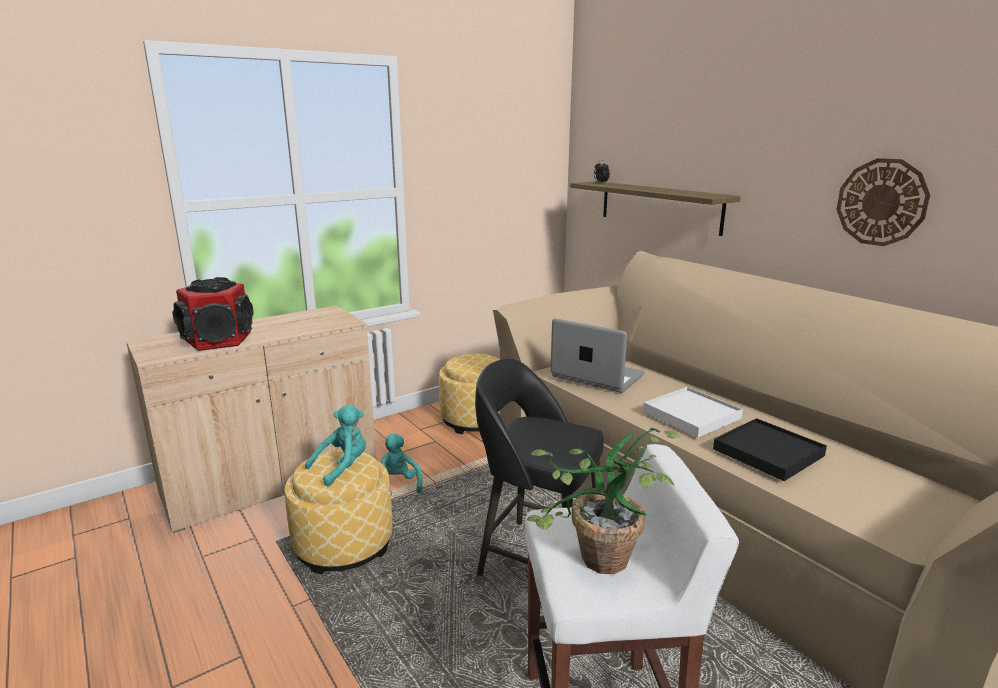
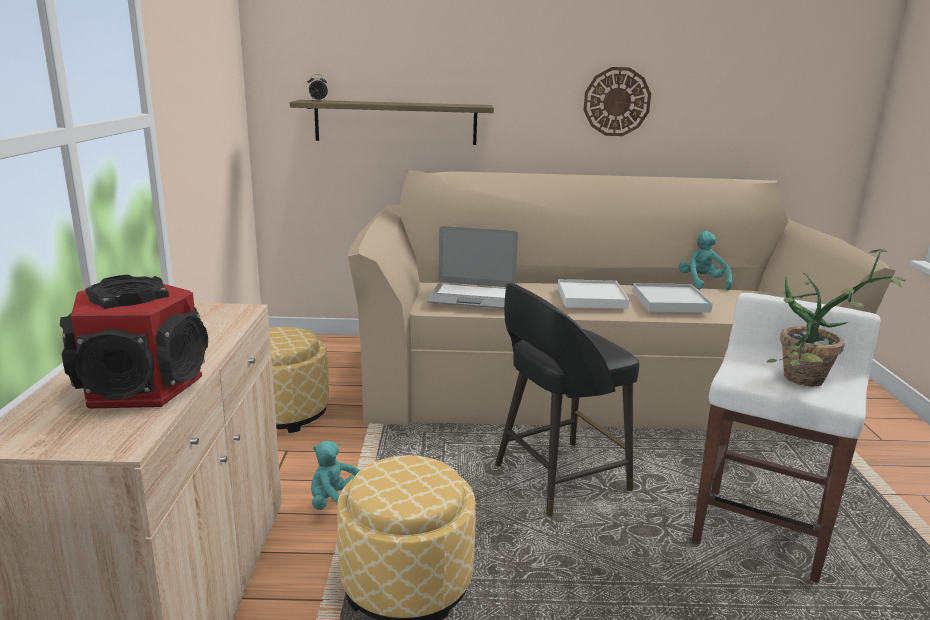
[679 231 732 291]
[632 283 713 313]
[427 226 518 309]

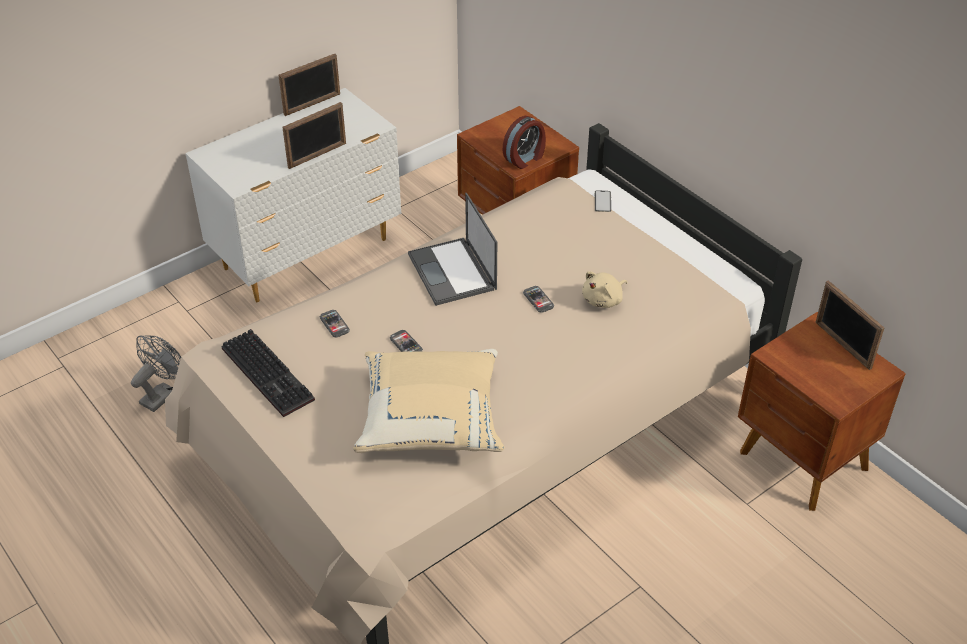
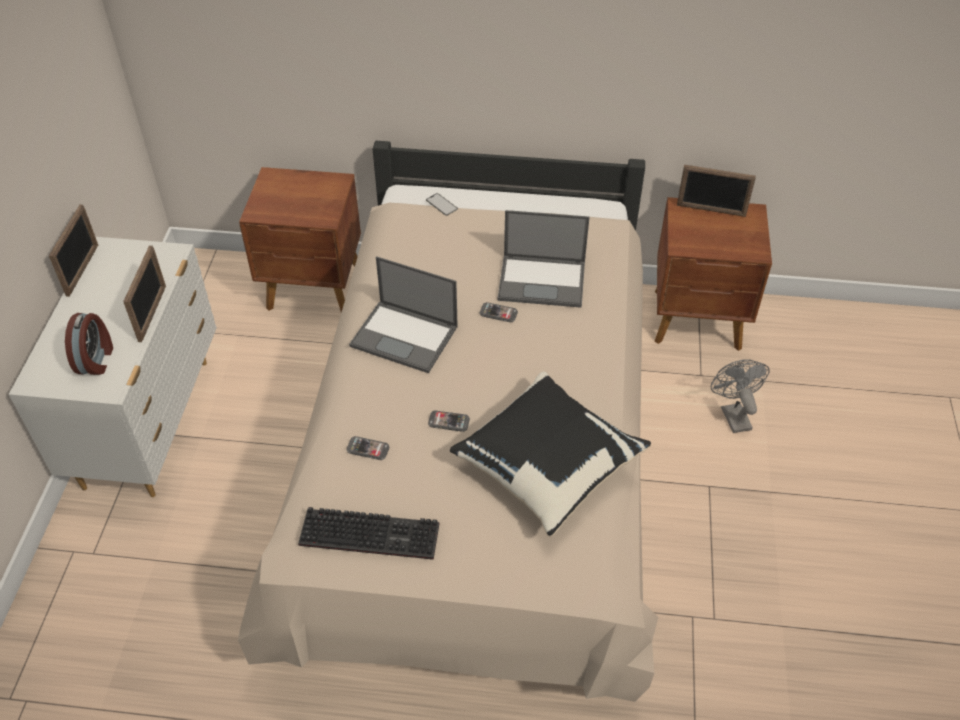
[710 359 770 433]
[65 313 113 375]
[498 210 590 308]
[450 372 651 536]

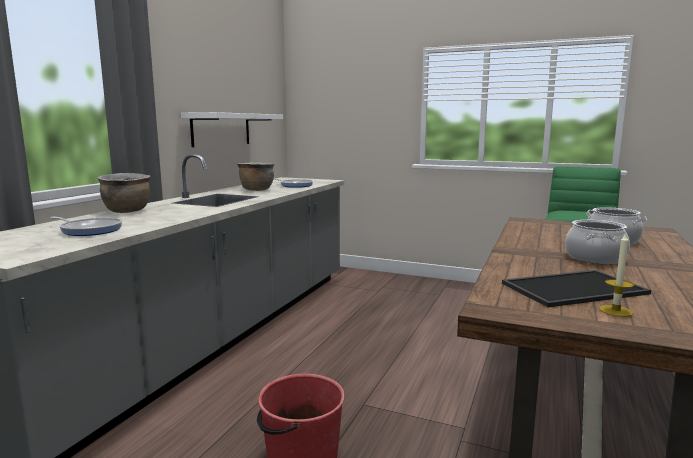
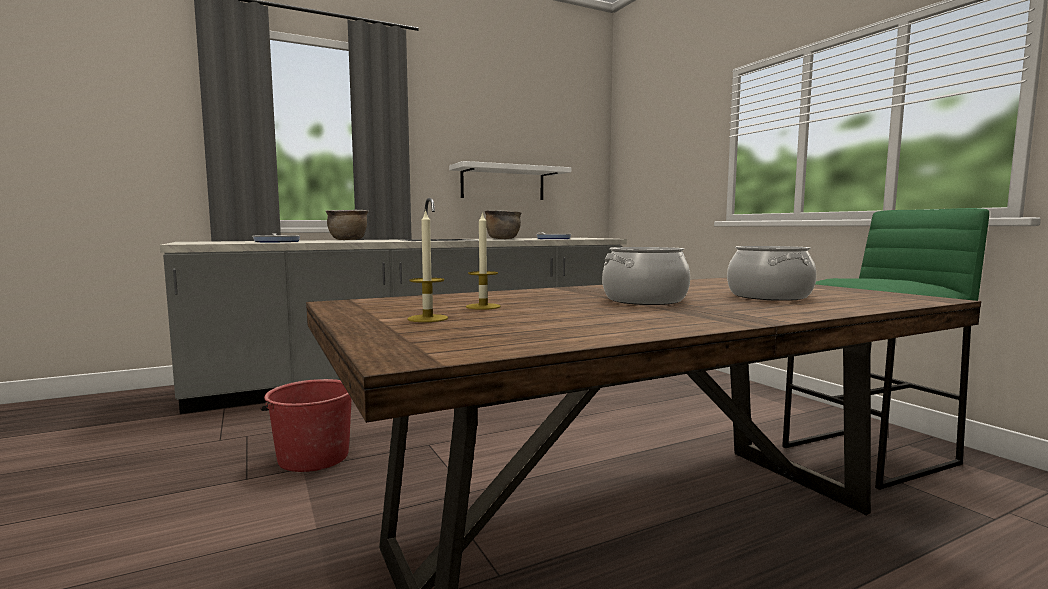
[466 211 501 310]

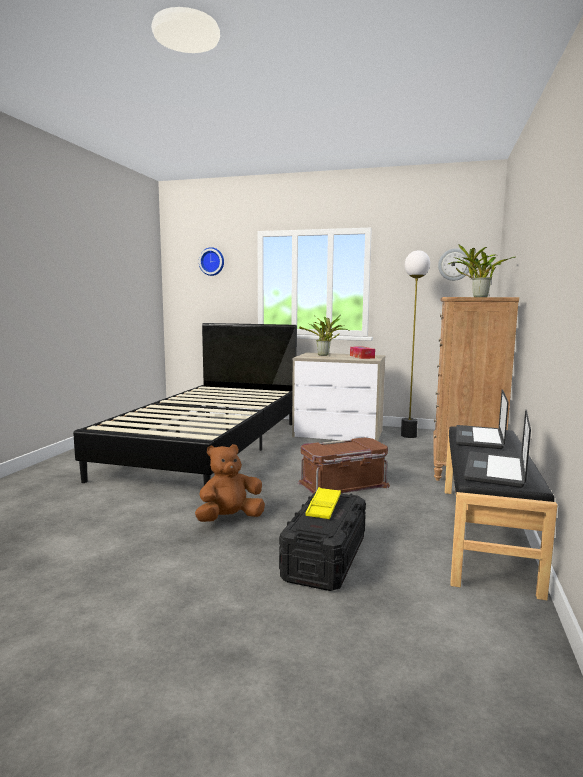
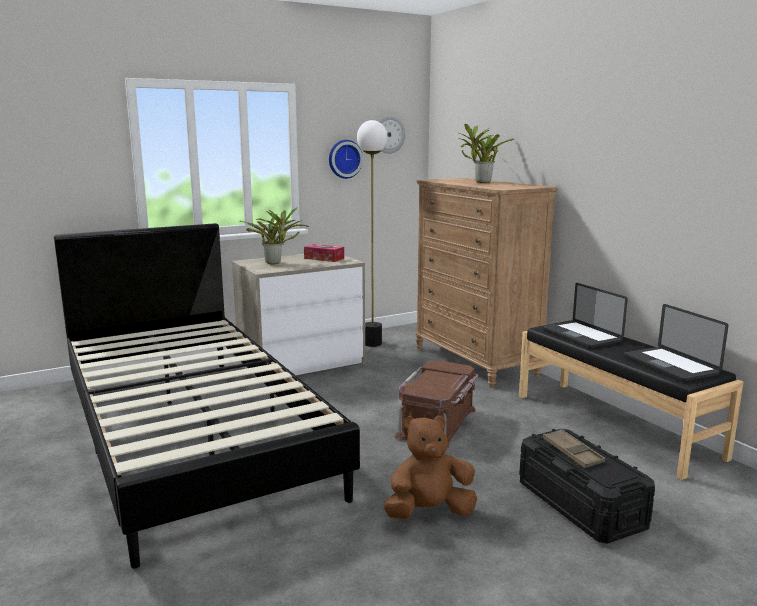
[329 140 363 179]
[542 429 605 468]
[383 415 477 519]

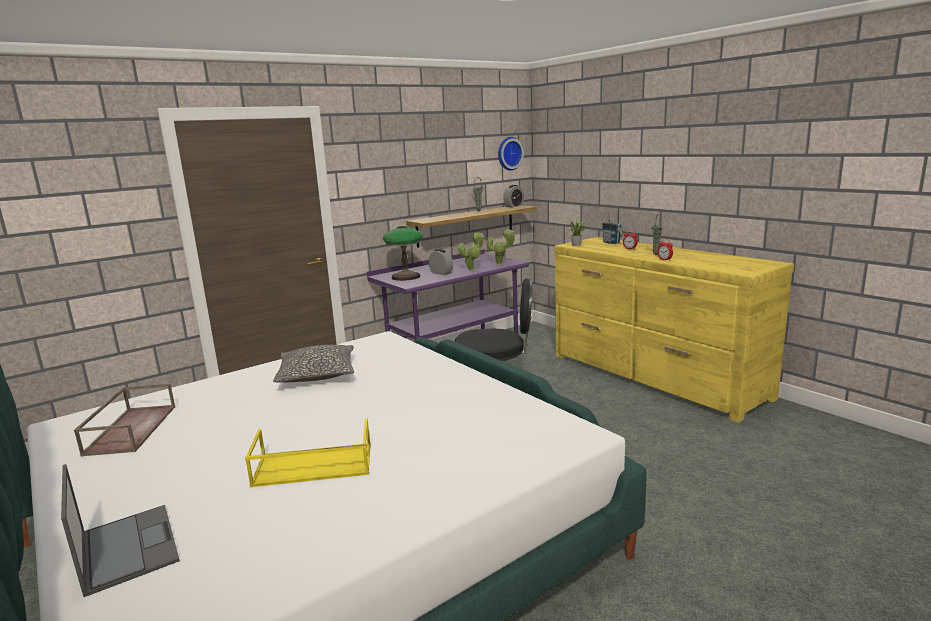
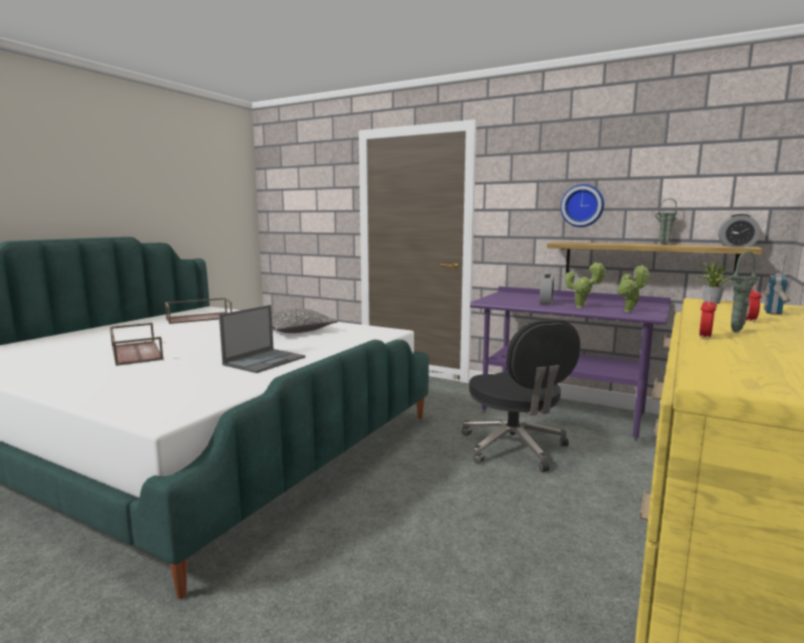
[383 226 423 281] (first image)
[219 305 306 373]
[560 184 604 227]
[110 323 164 366]

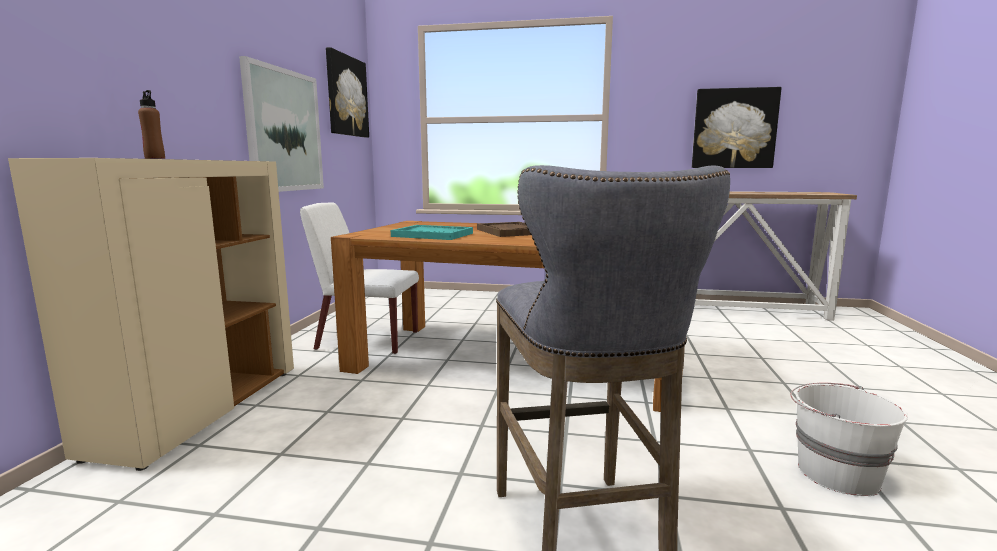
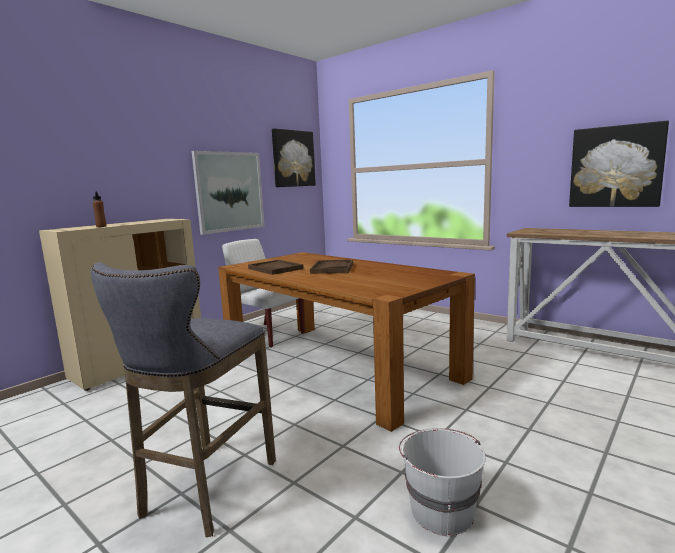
[248 260 304 275]

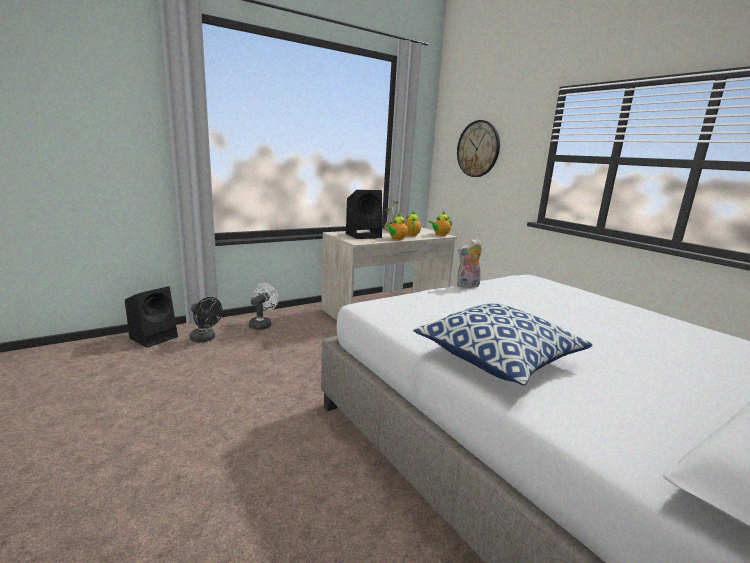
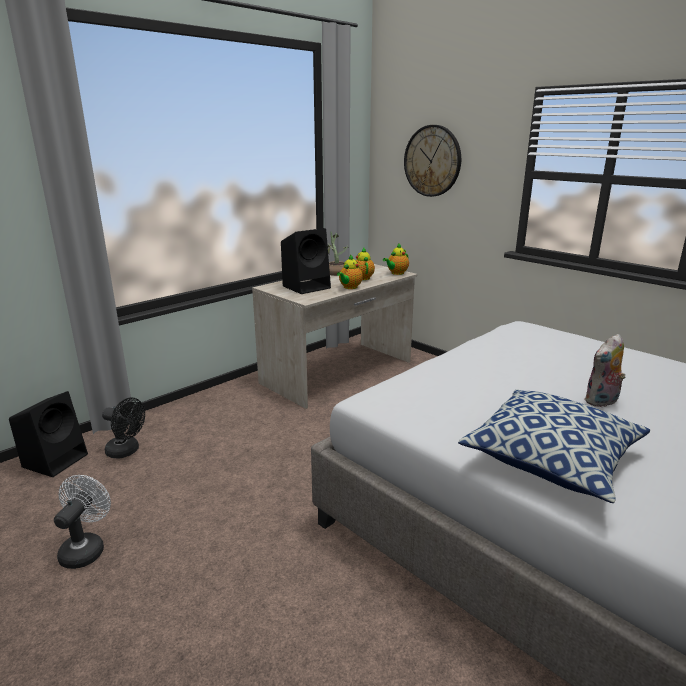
[54 475 111 569]
[584 334 626 407]

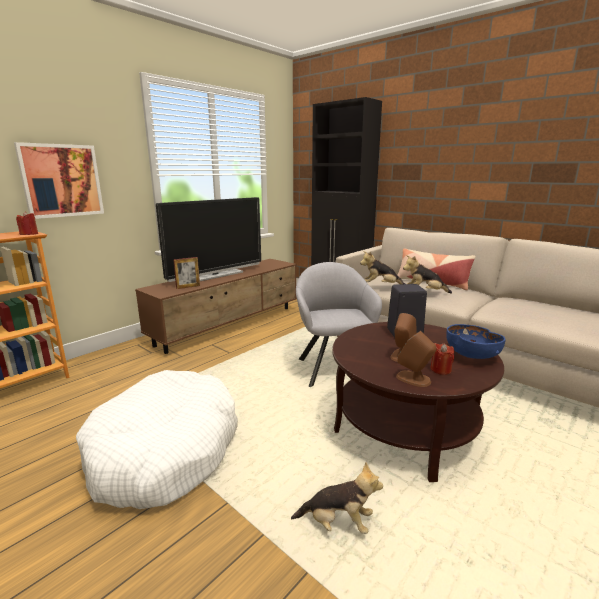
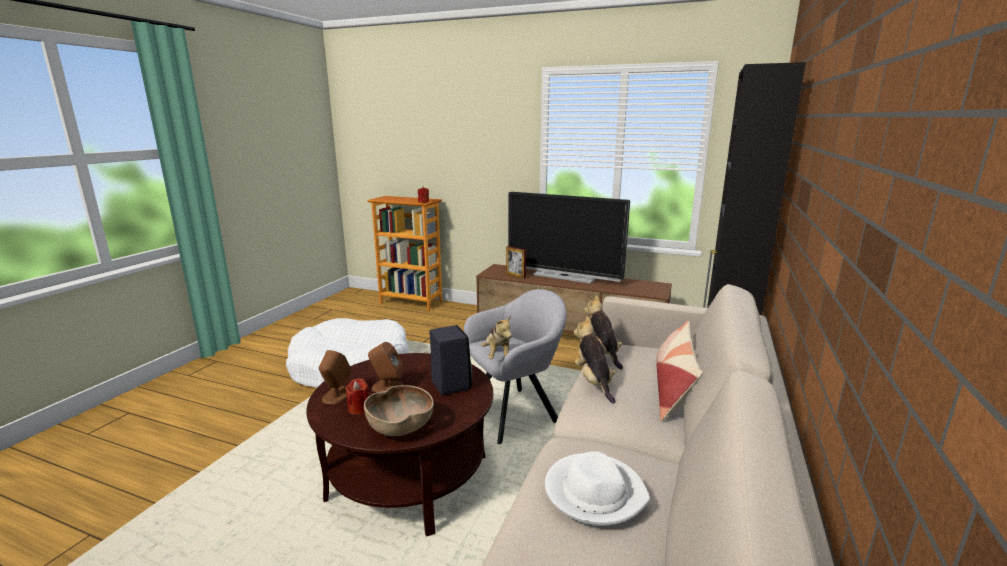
[14 142 104 219] (first image)
[545 451 650 526]
[481 315 512 359]
[364 385 434 436]

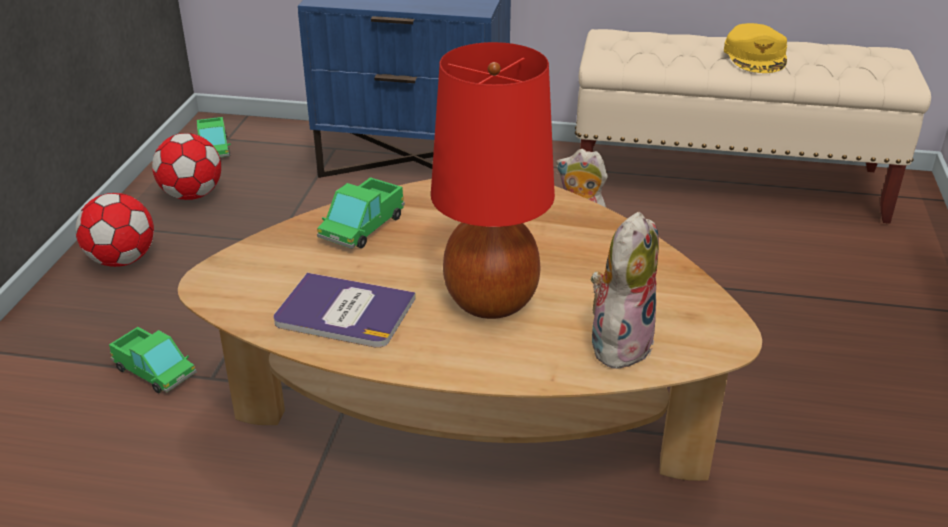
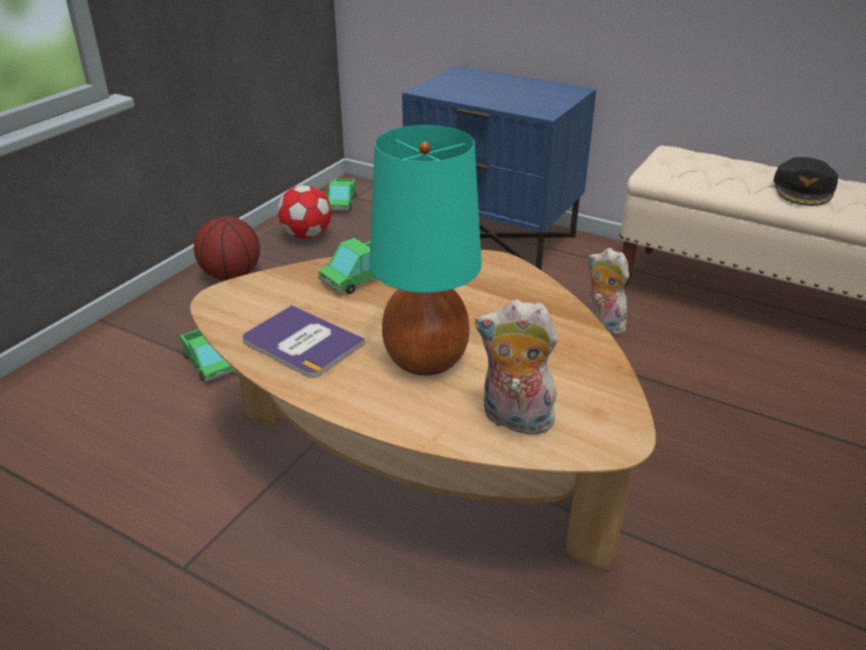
[194 216 260 280]
[369 125 482 375]
[773 157 838 206]
[475 300 558 438]

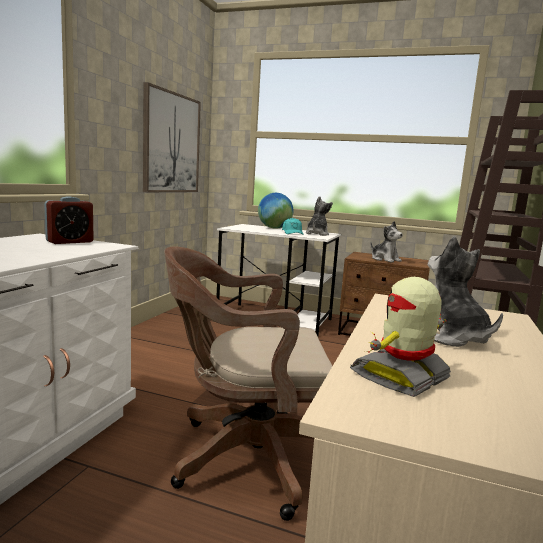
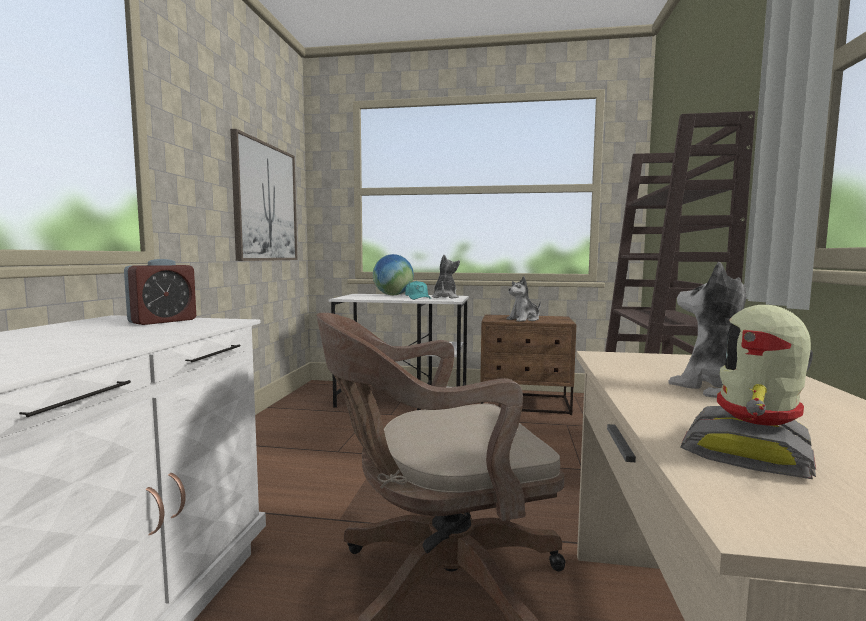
[507 276 541 321]

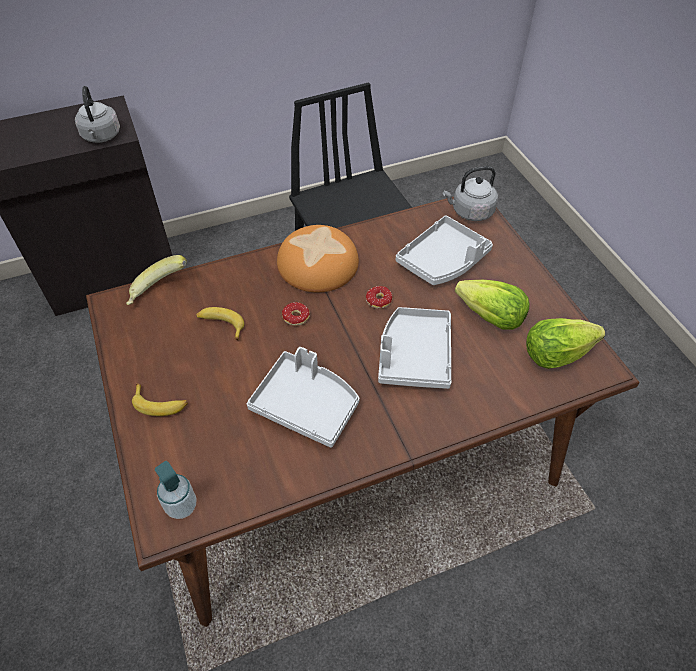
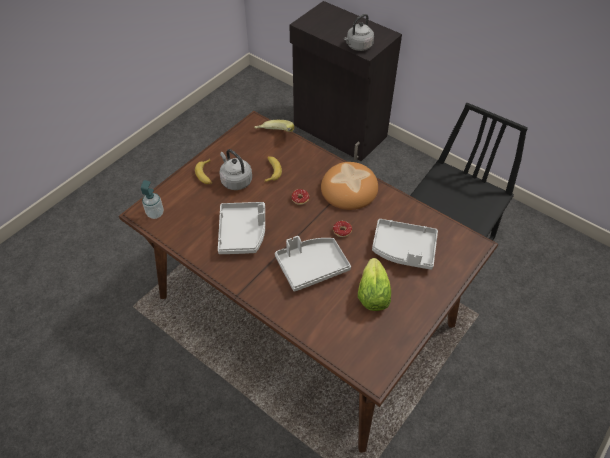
[526 318 605 369] (first image)
[219 149 252 190]

